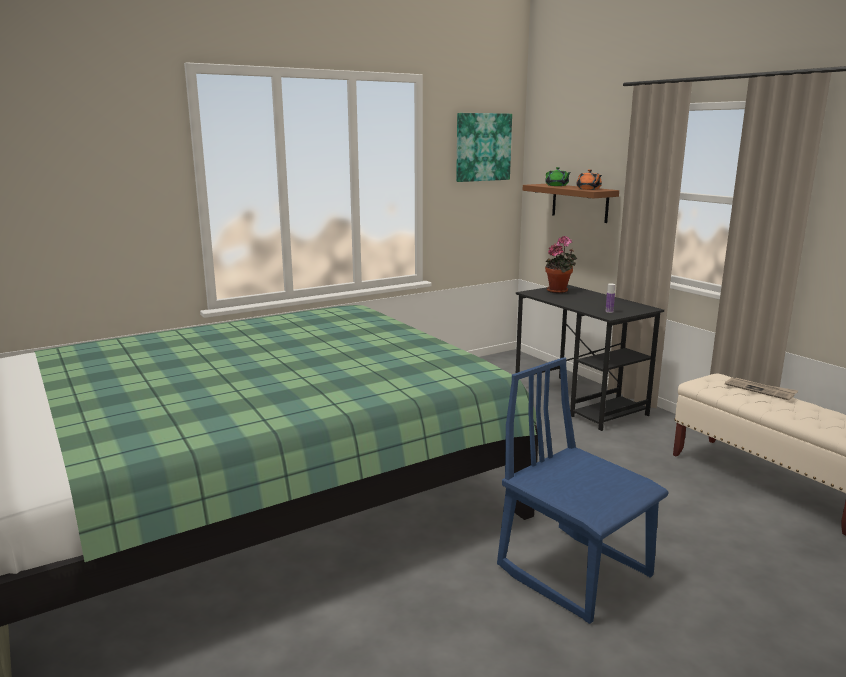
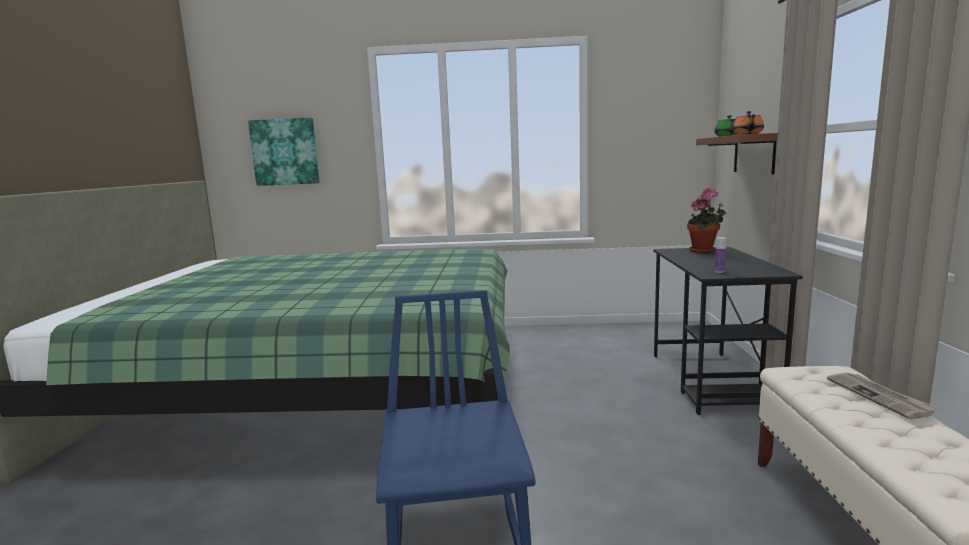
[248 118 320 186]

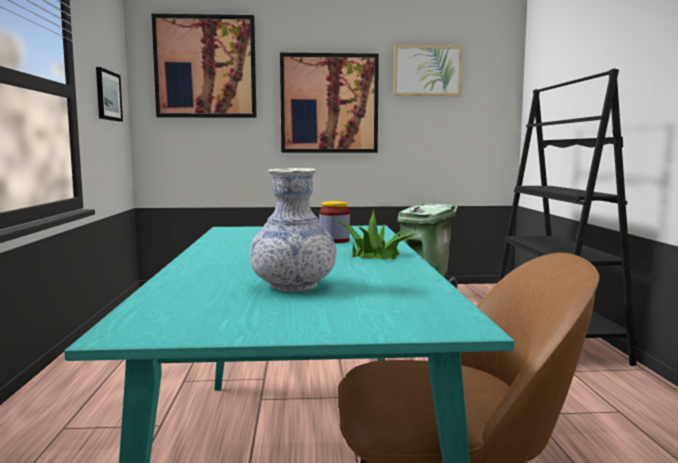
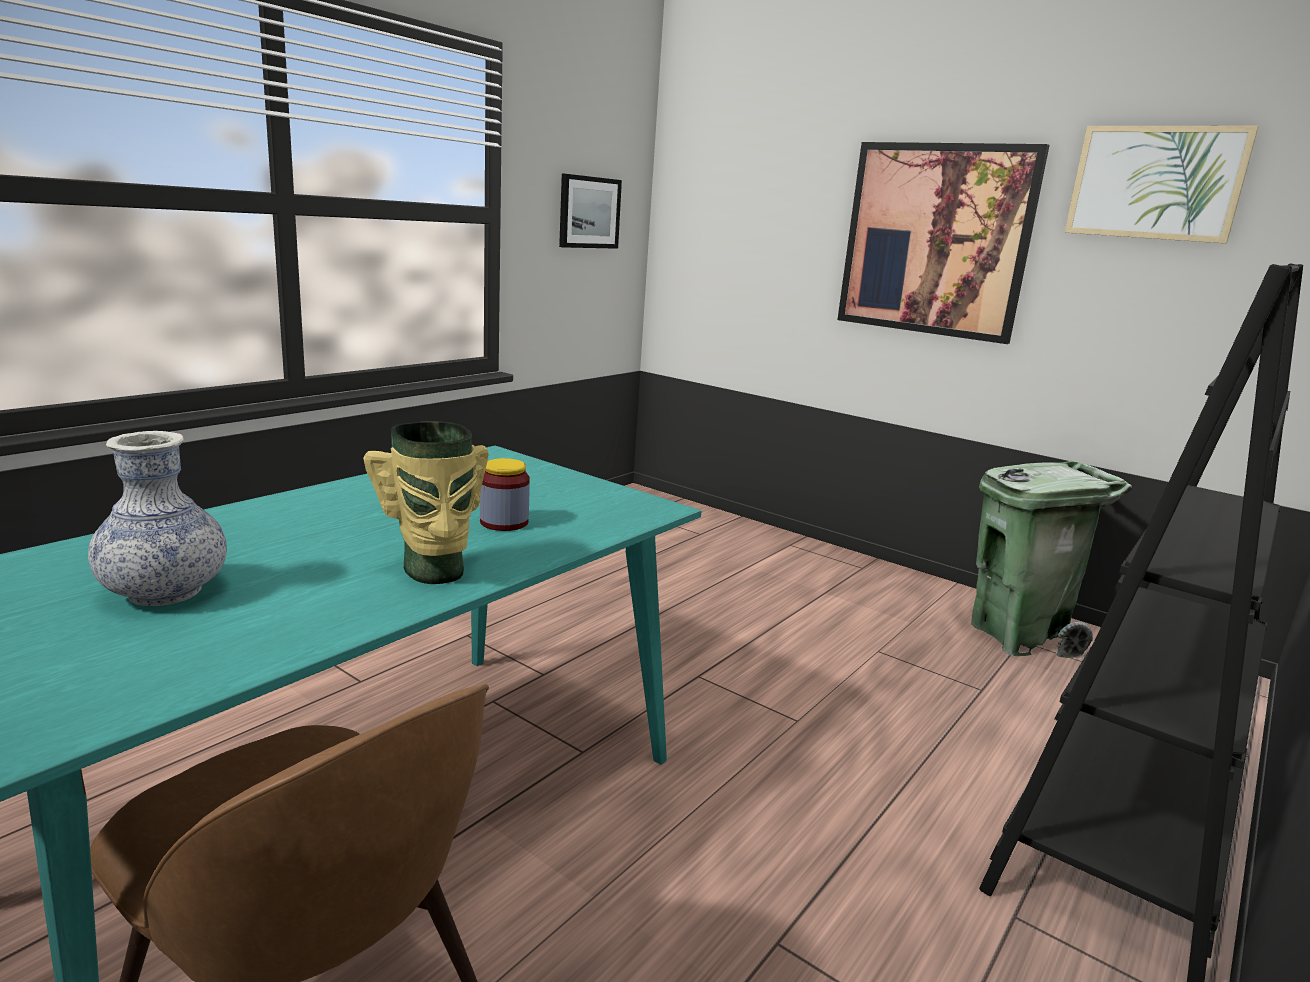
[152 14 257 118] (first image)
[363 421 489 584]

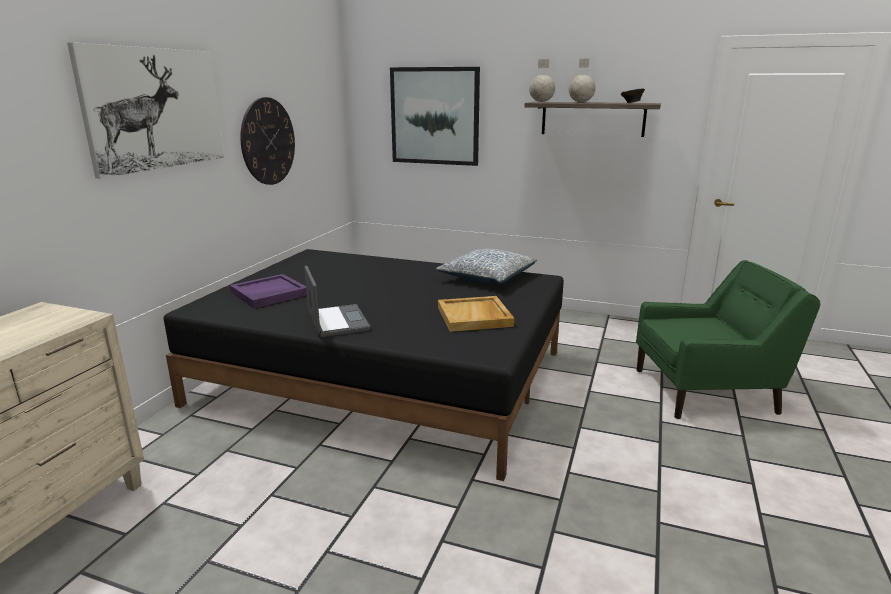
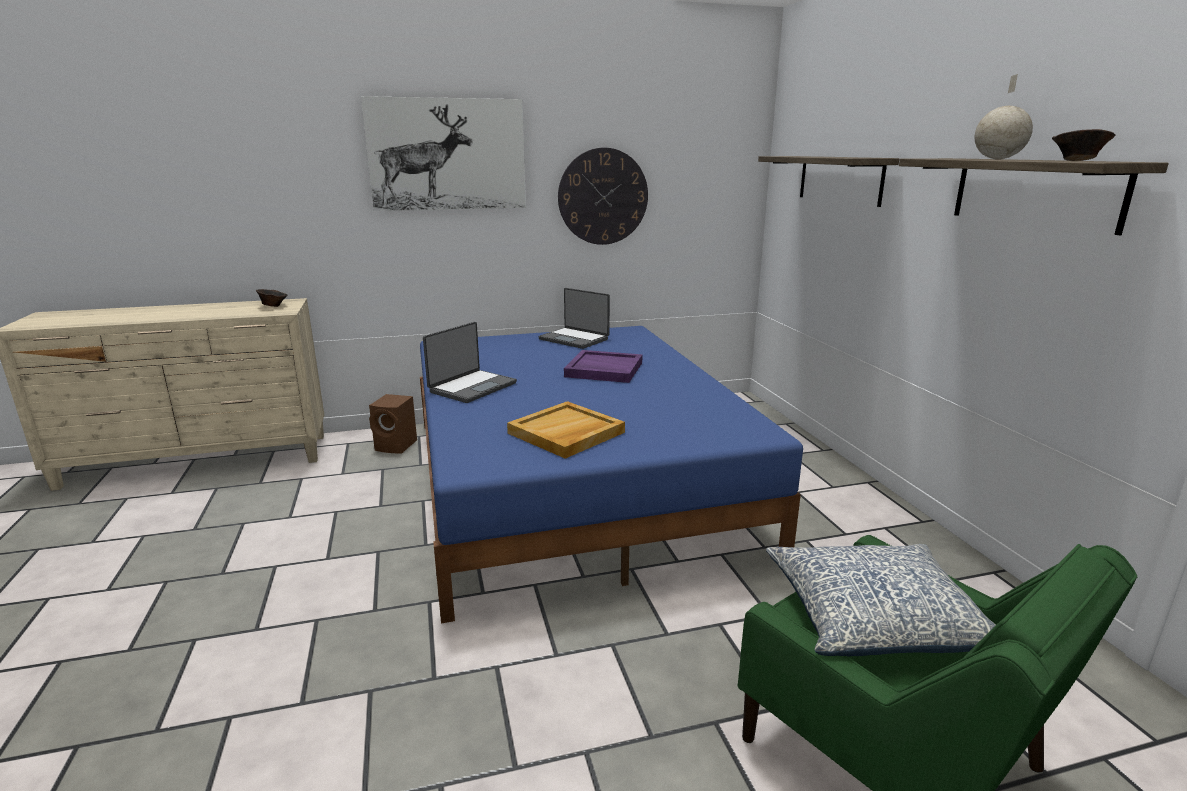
[529 59 555 102] (first image)
[256 289 288 307]
[369 394 417 453]
[538 288 610 349]
[564 350 643 383]
[766 544 996 656]
[758 156 899 207]
[420 326 803 623]

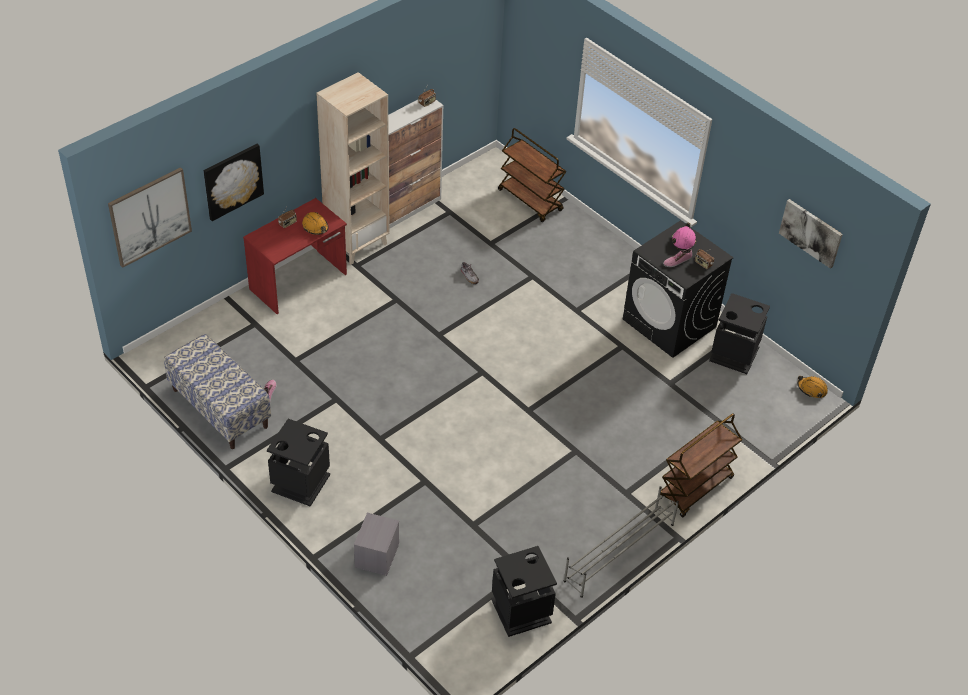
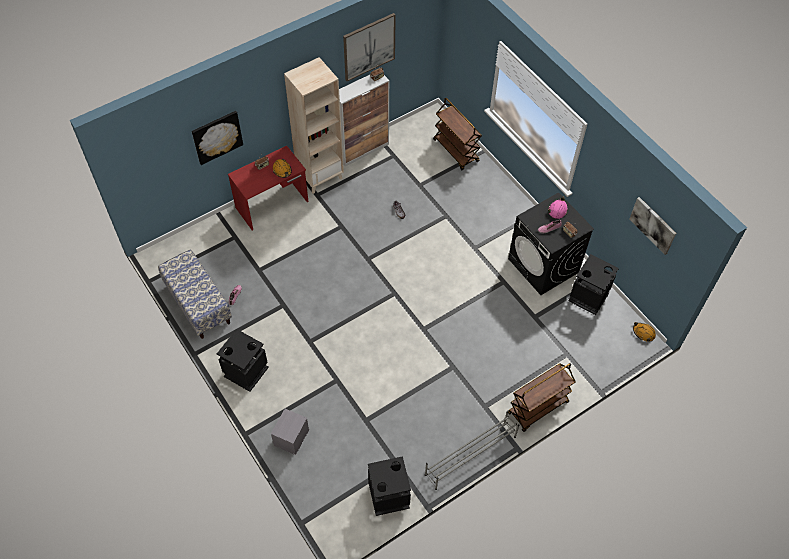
[343 13 396 81]

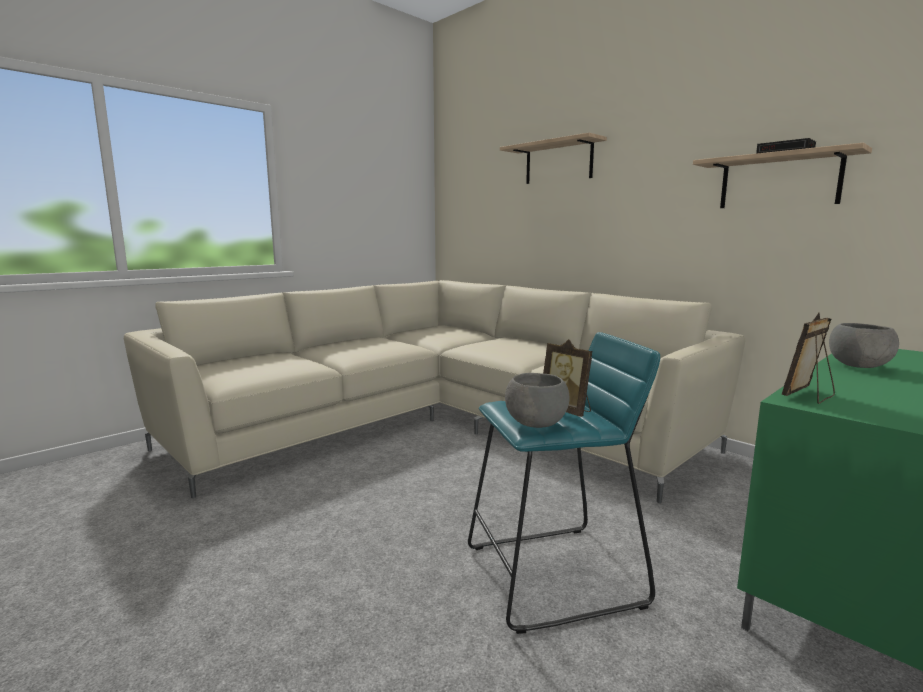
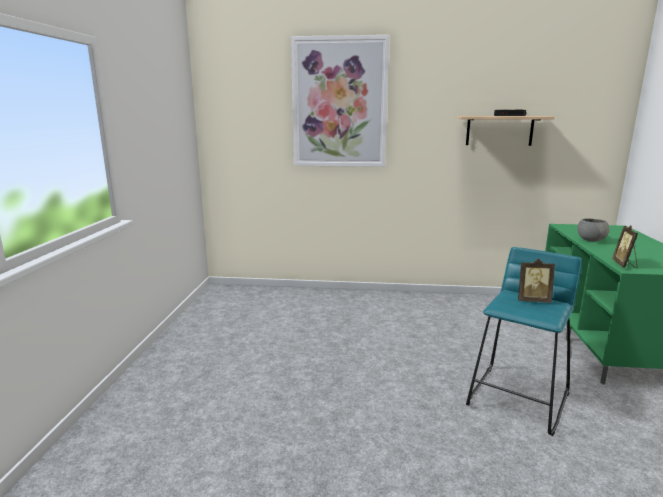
[124 280 745 503] (first image)
[505 373 570 428] (first image)
[291 35 389 167]

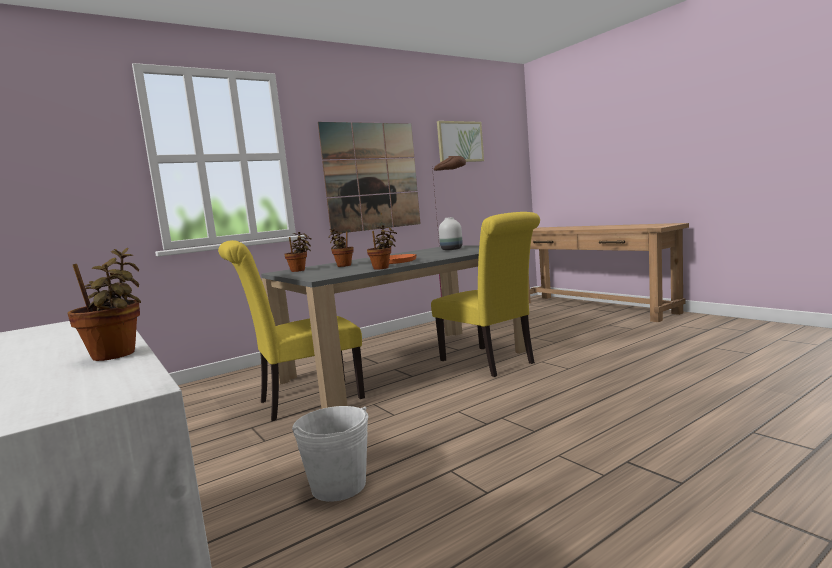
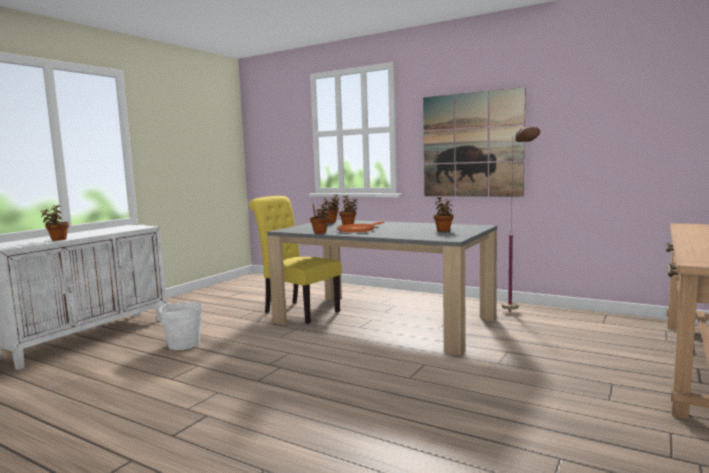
[431 212 540 377] (first image)
[437 121 484 162] (first image)
[434 197 454 232]

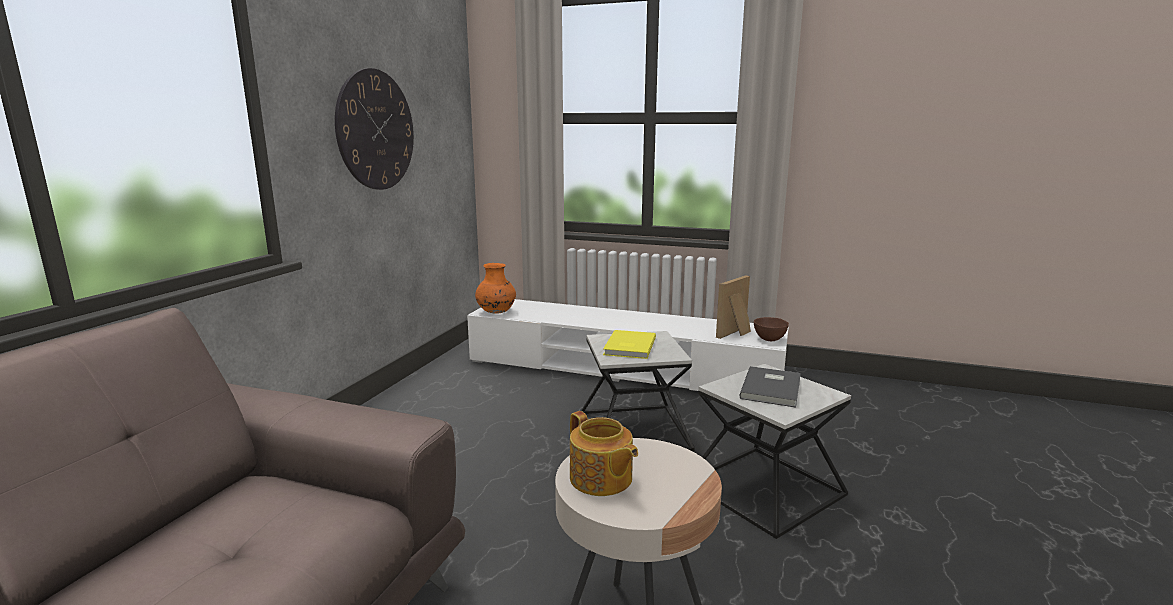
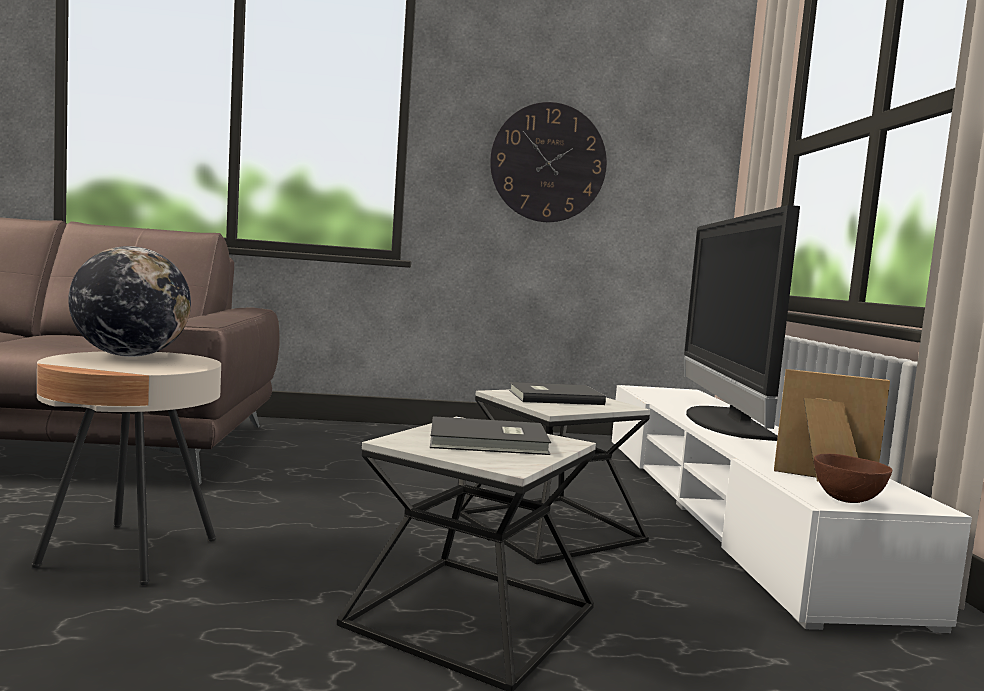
[475 263 516 314] (first image)
[684 205 800 441]
[68 246 191 357]
[509 382 606 405]

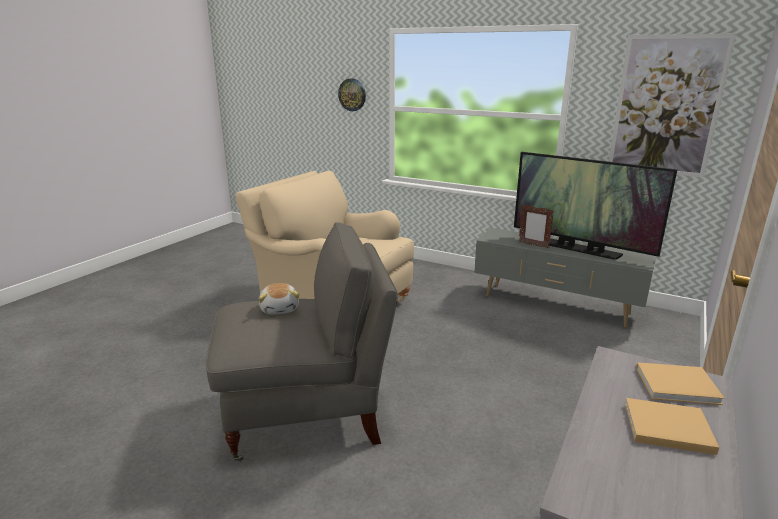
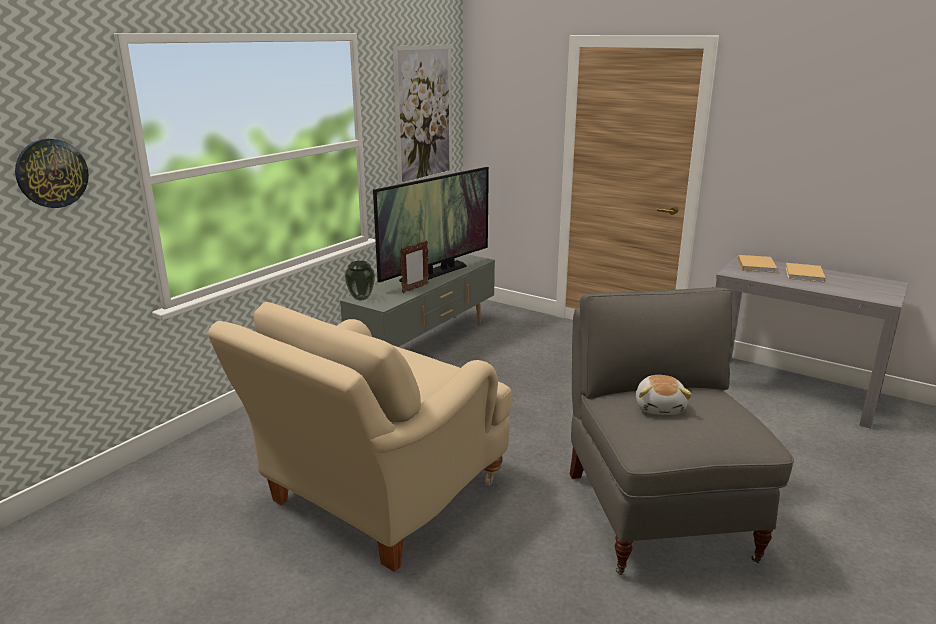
[345 261 375 300]
[636 375 692 415]

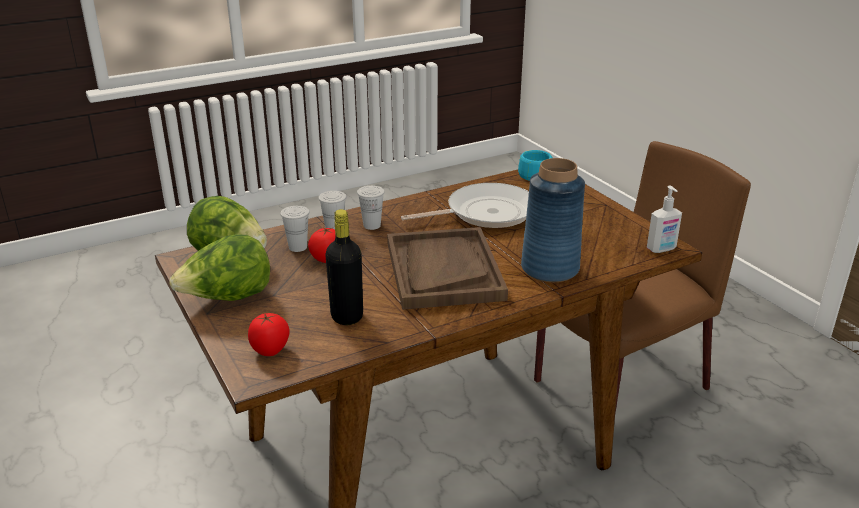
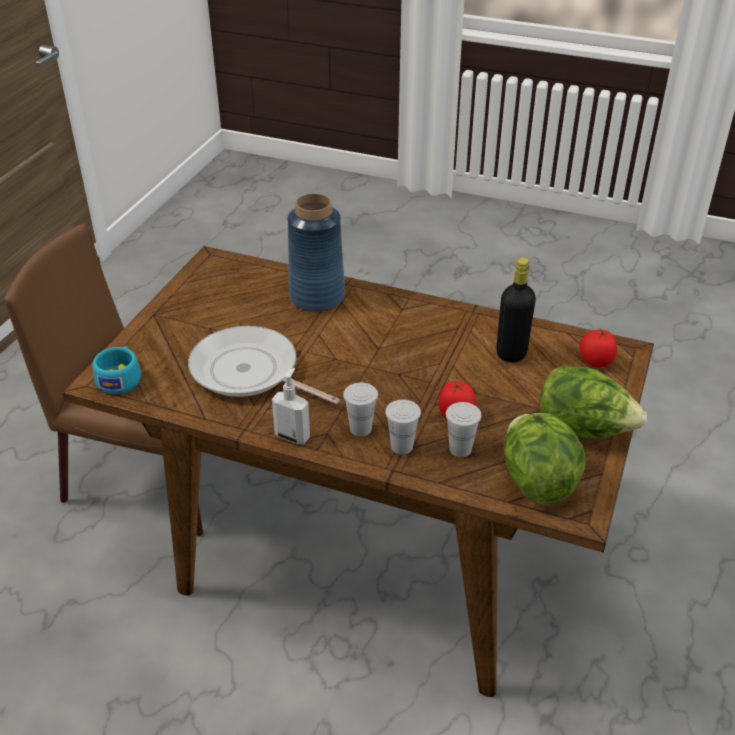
[387 227 508 310] (first image)
[272 368 310 444]

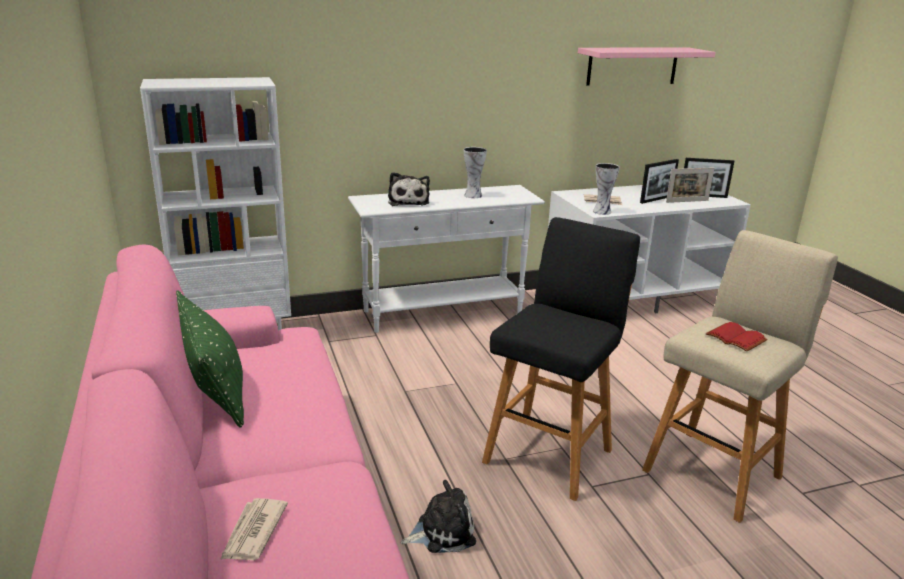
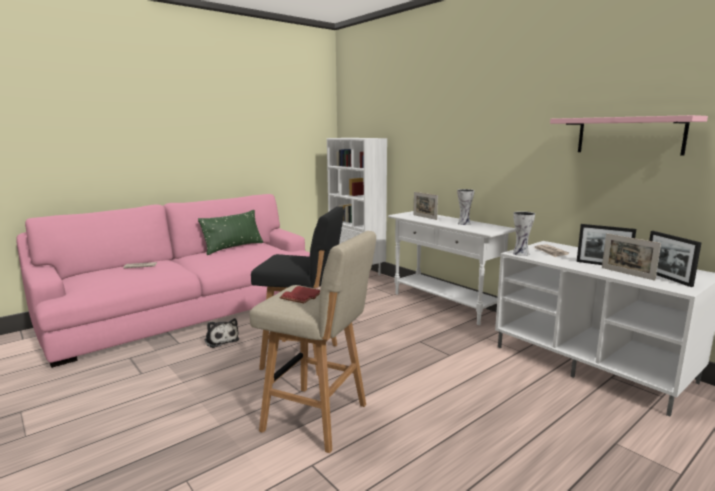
[413 192 438 220]

